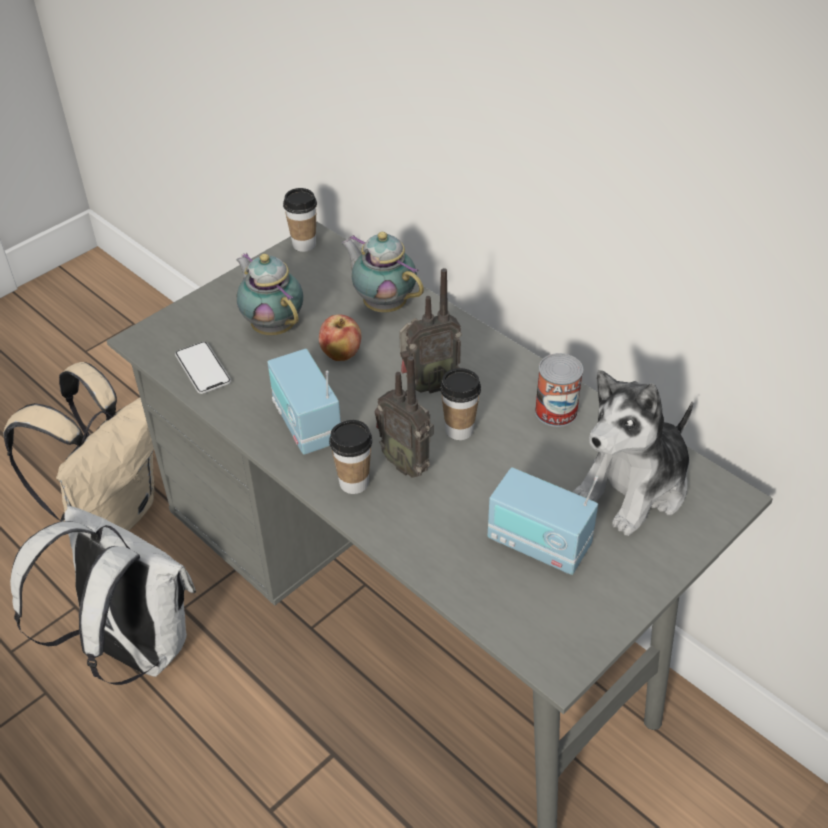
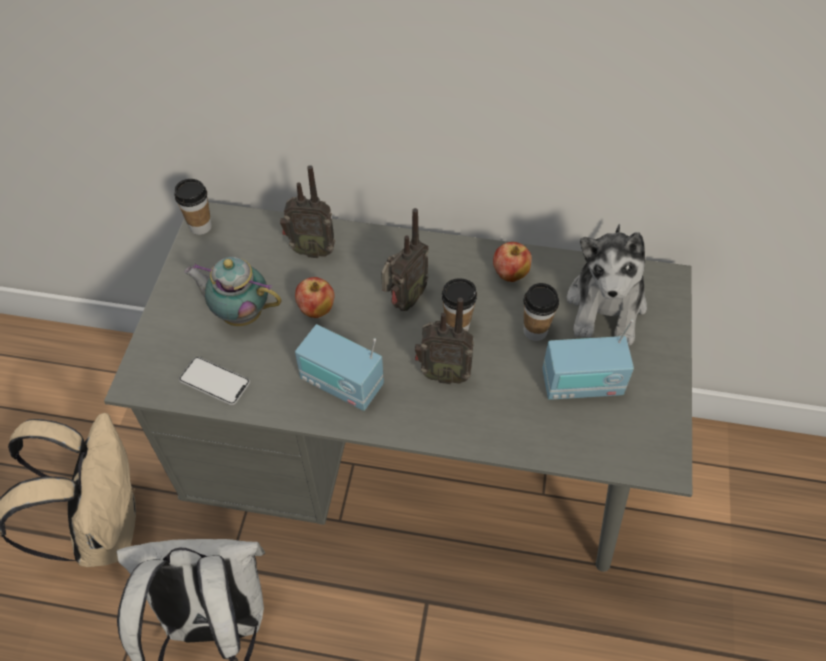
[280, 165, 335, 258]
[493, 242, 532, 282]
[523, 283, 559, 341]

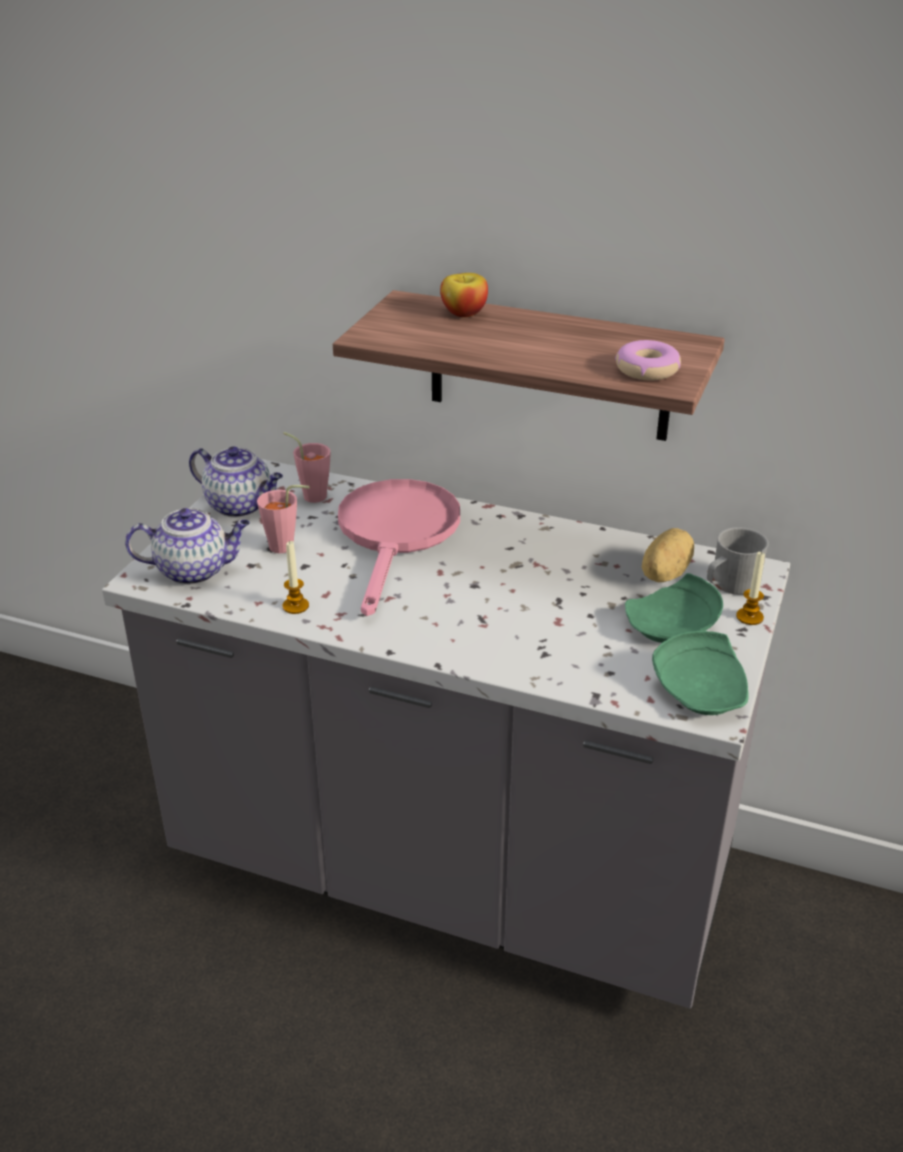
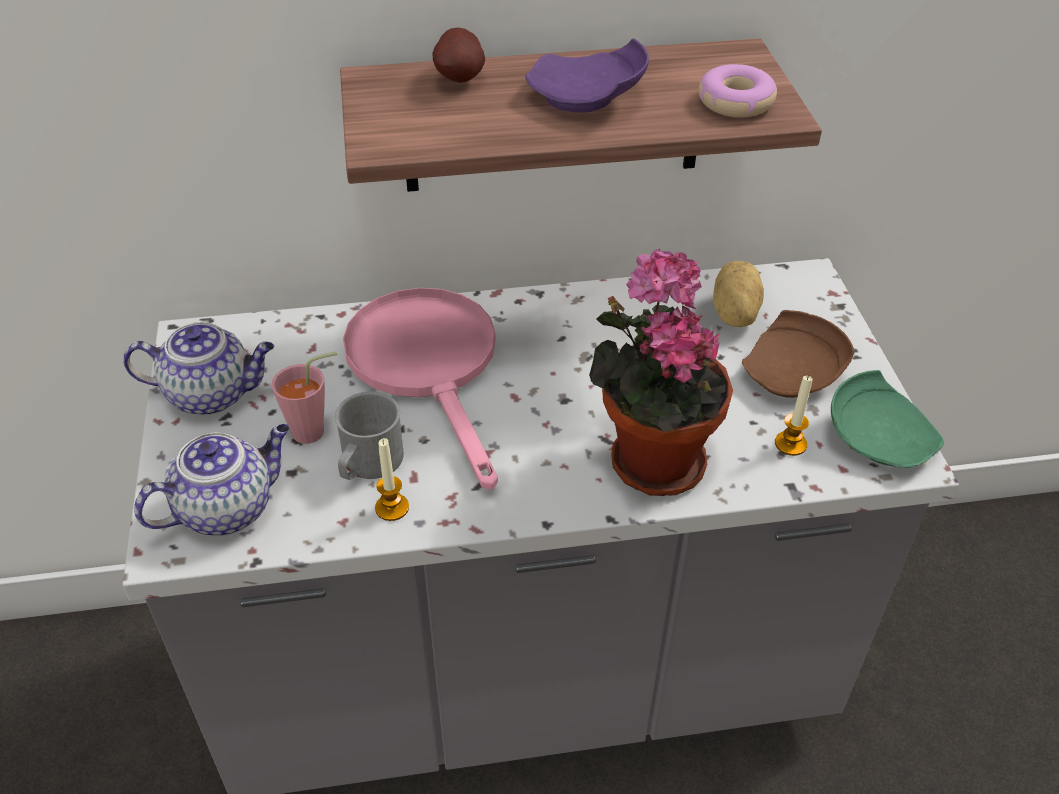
[335, 391, 404, 480]
[433, 27, 485, 83]
[525, 38, 649, 112]
[589, 248, 733, 496]
[742, 310, 854, 398]
[775, 375, 813, 456]
[283, 432, 331, 503] (first image)

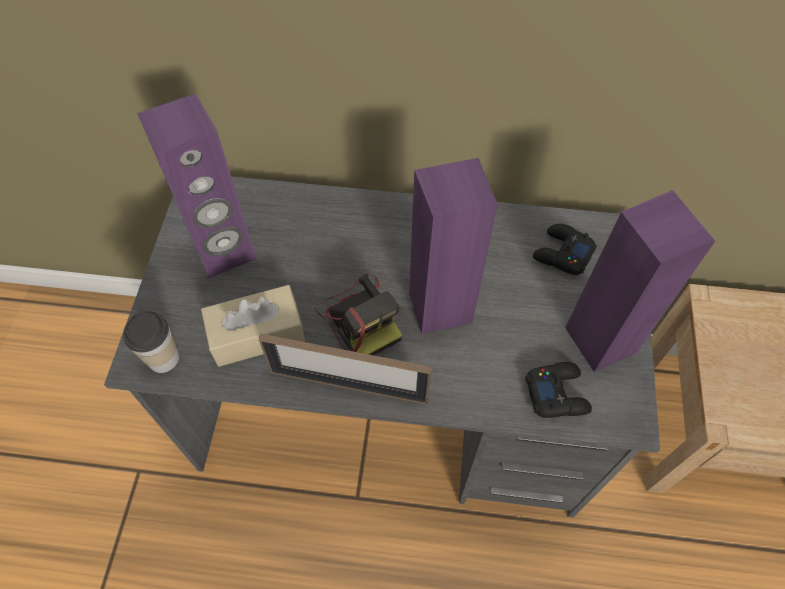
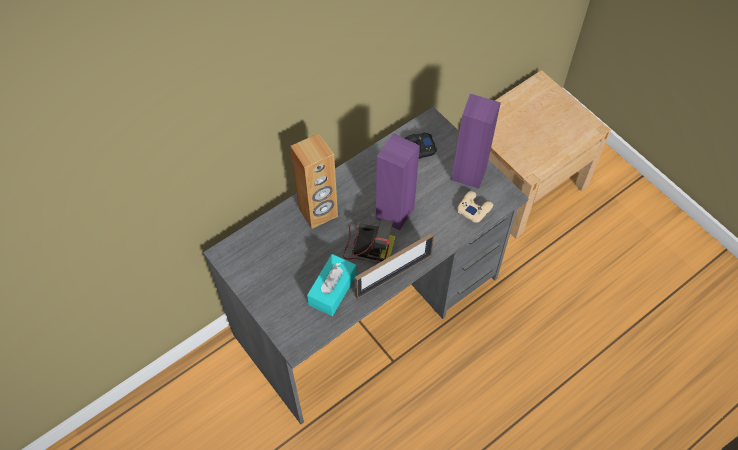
[290, 133, 338, 229]
[307, 254, 356, 316]
[457, 191, 493, 223]
[123, 311, 179, 373] (first image)
[137, 93, 257, 278] (first image)

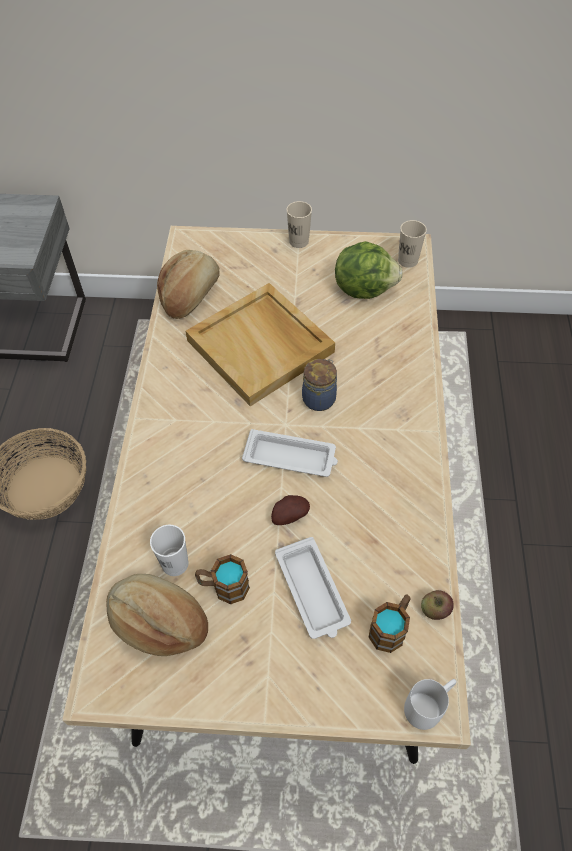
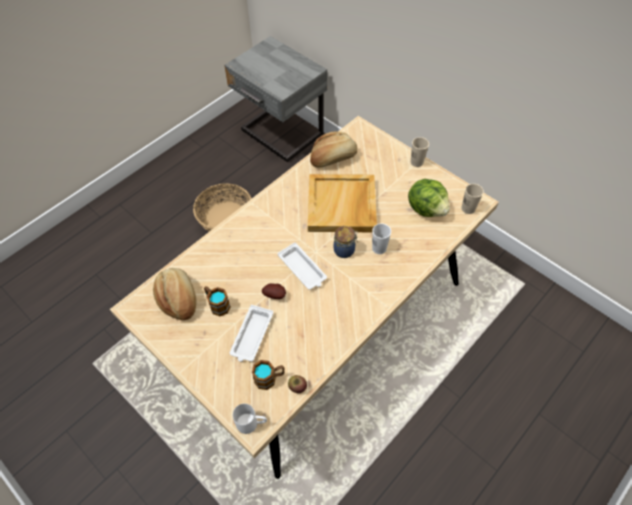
[372, 223, 391, 254]

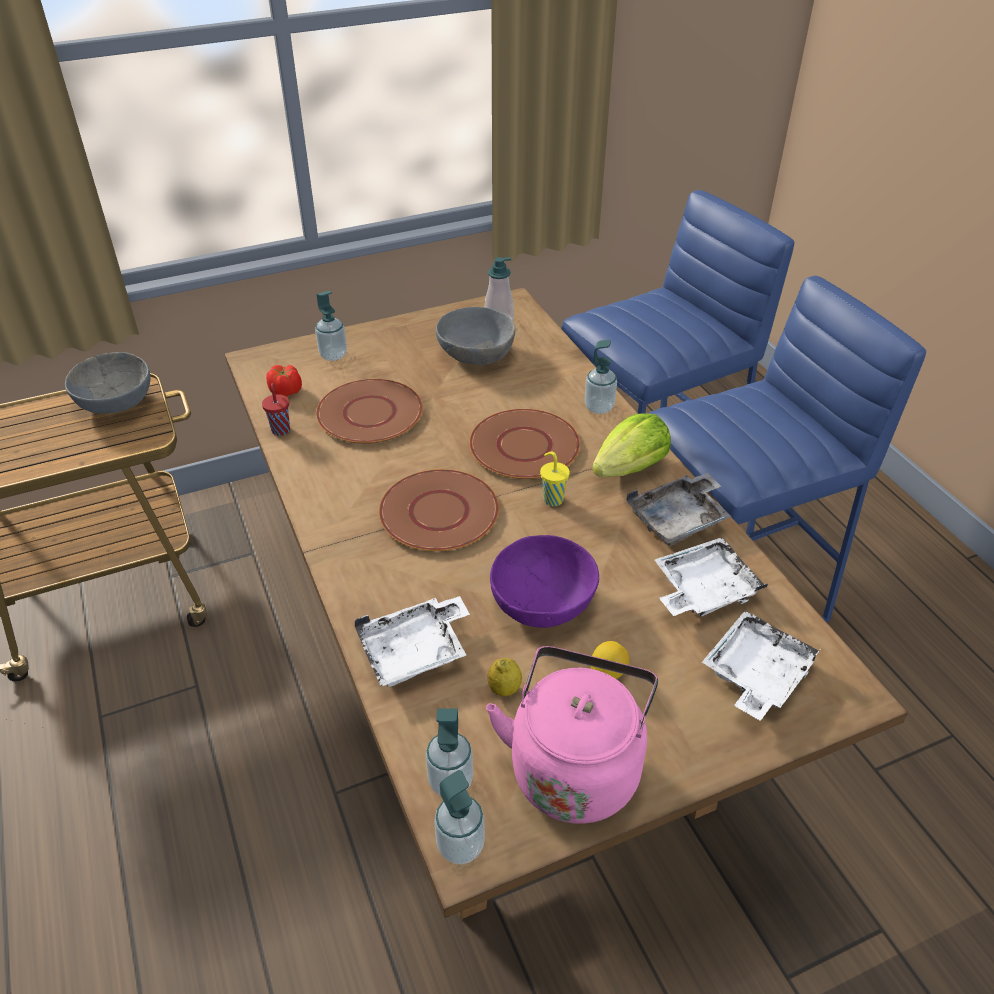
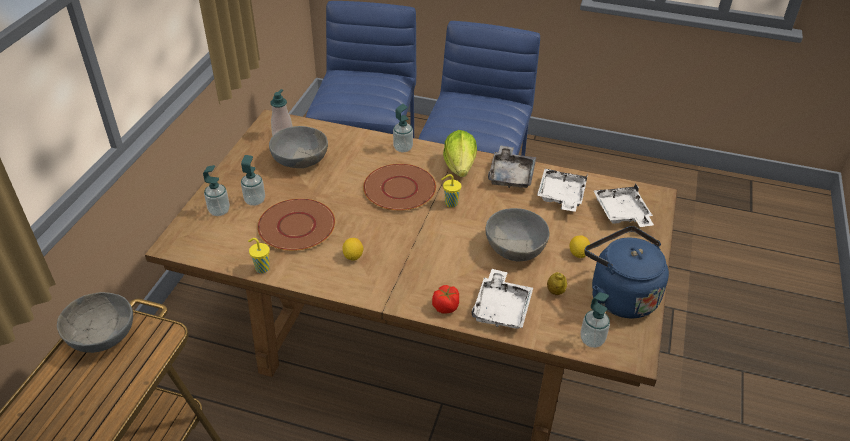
[241, 155, 265, 206]
[248, 238, 270, 273]
[343, 238, 363, 261]
[432, 285, 459, 314]
[486, 208, 549, 261]
[585, 226, 669, 318]
[379, 469, 499, 551] (first image)

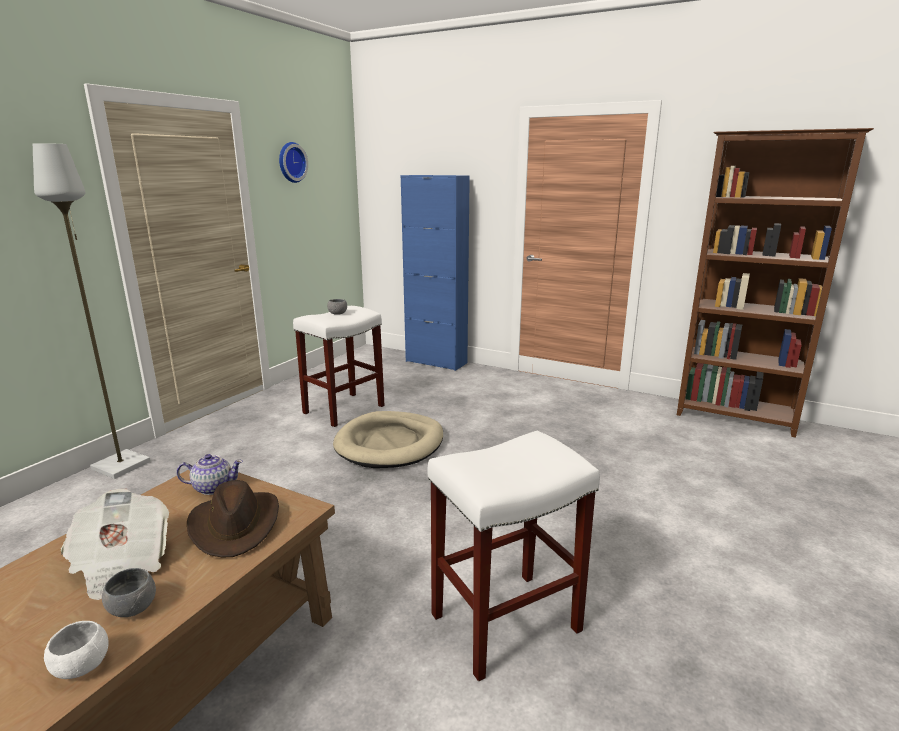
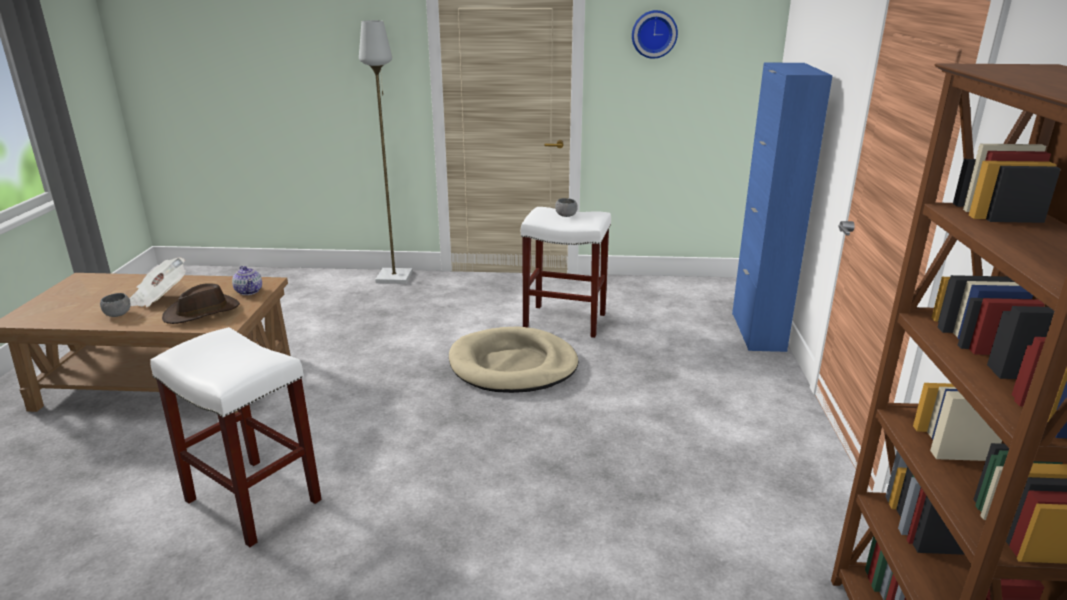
[44, 621, 109, 679] (first image)

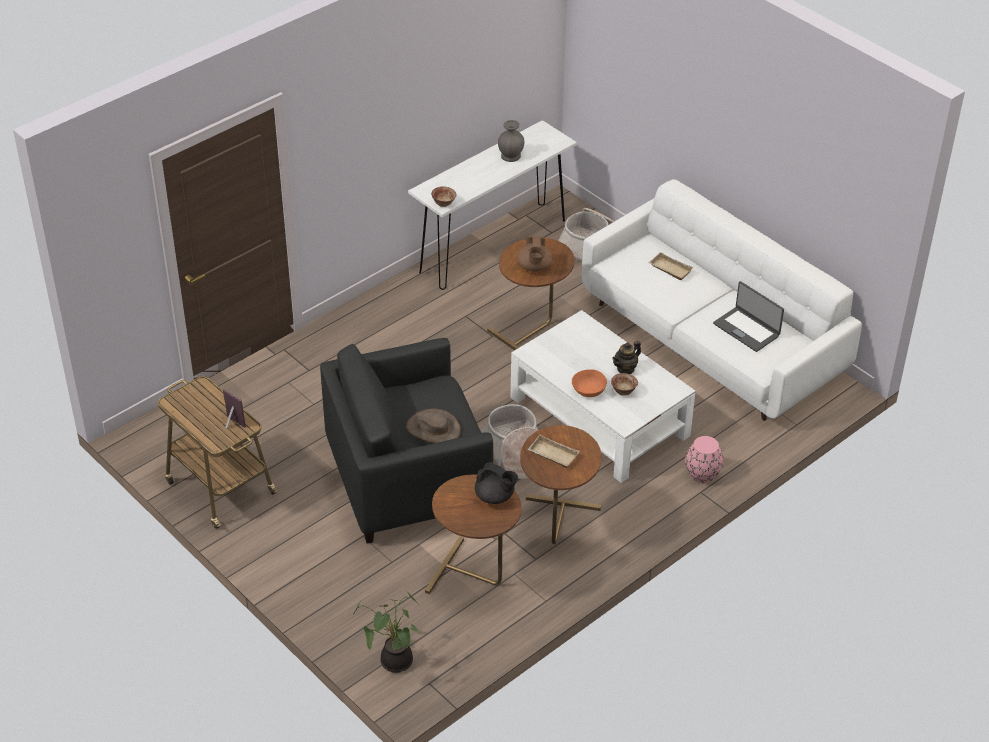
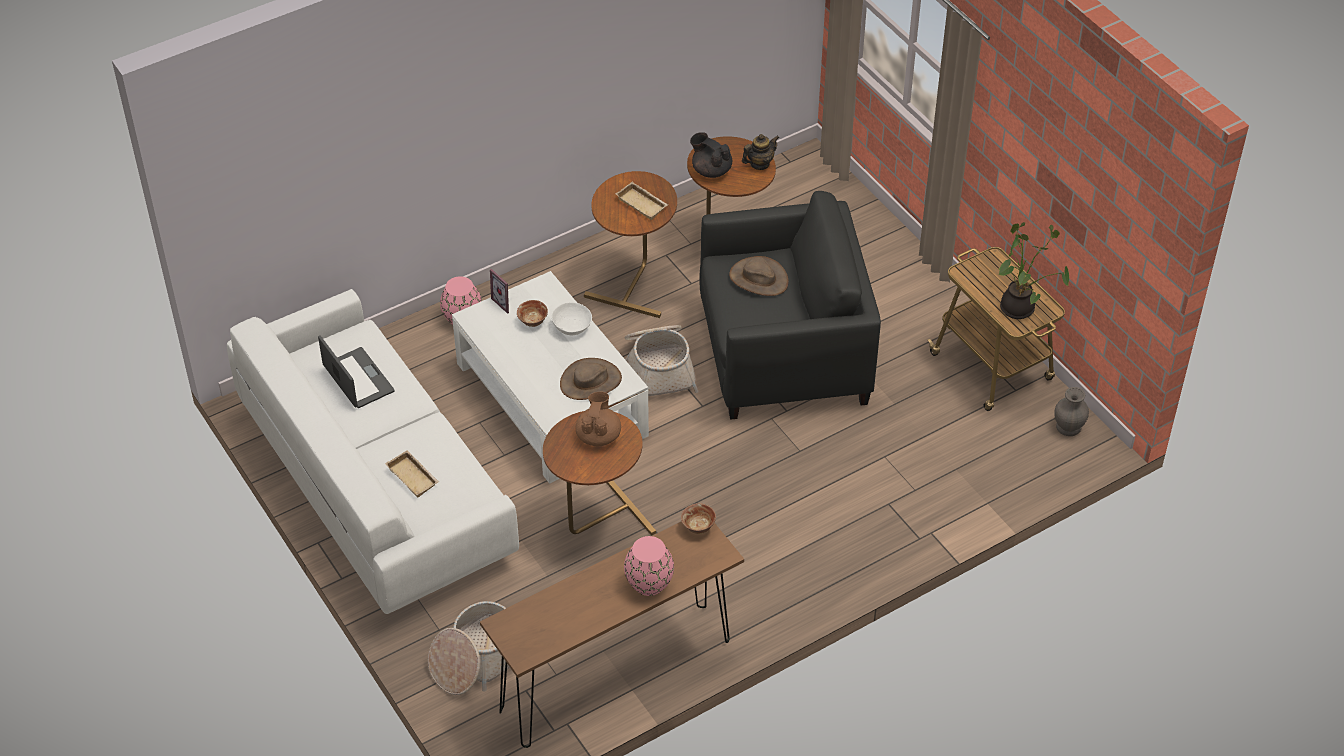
[480, 521, 744, 748]
[490, 269, 509, 314]
[552, 302, 592, 335]
[560, 358, 622, 400]
[624, 536, 674, 596]
[742, 134, 779, 170]
[998, 222, 1069, 319]
[1054, 387, 1089, 436]

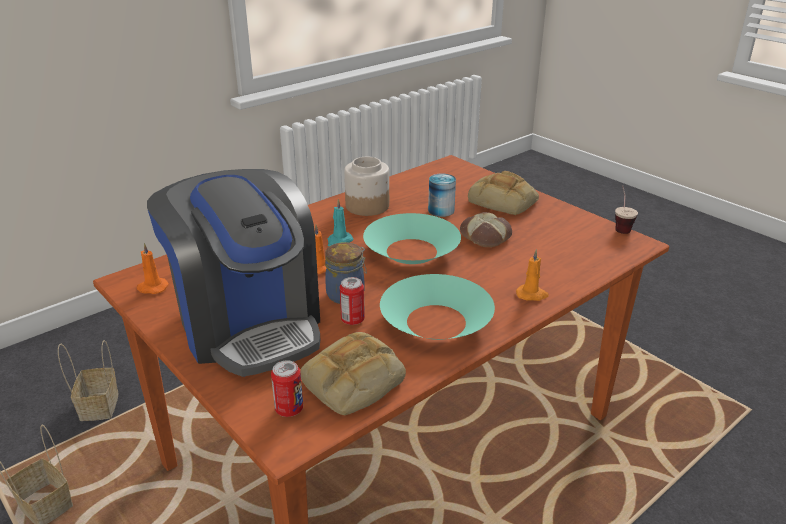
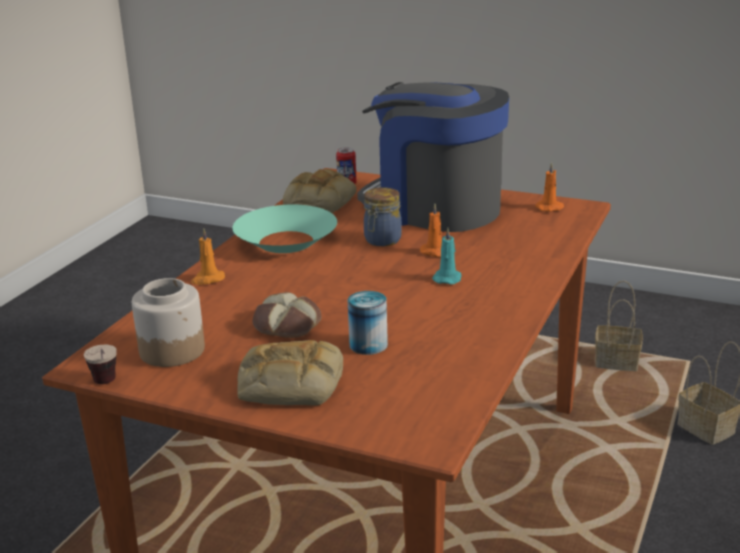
[132, 278, 205, 367]
[340, 277, 365, 325] (first image)
[363, 213, 461, 264] (first image)

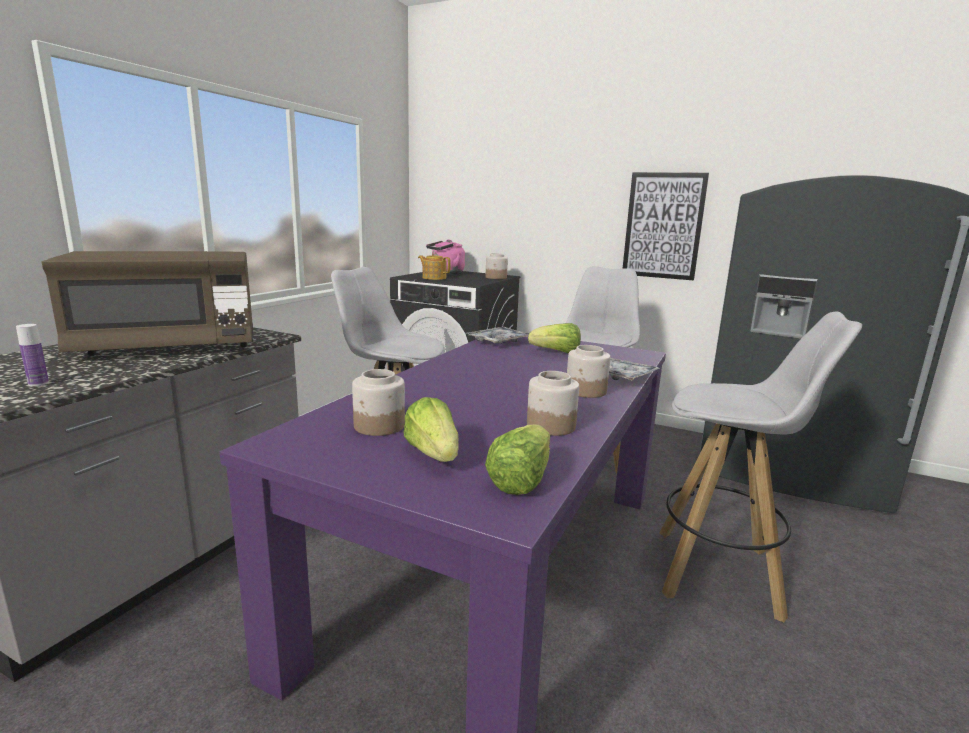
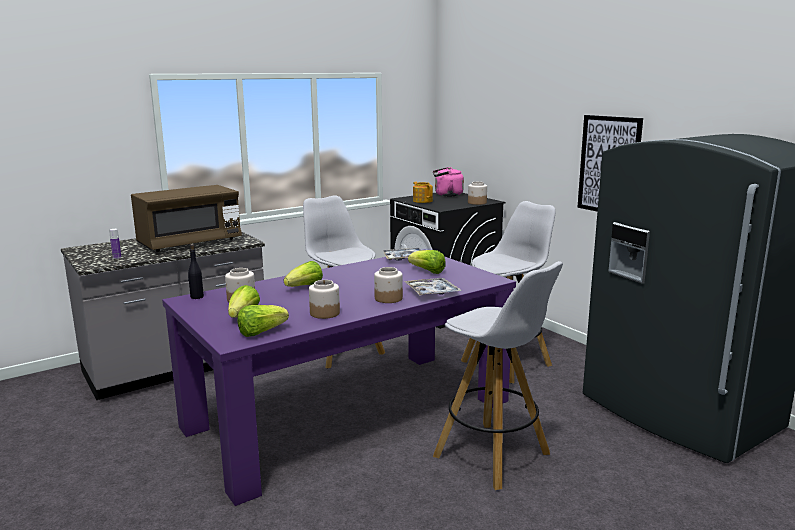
[131, 185, 242, 252]
[188, 244, 204, 299]
[284, 261, 323, 287]

